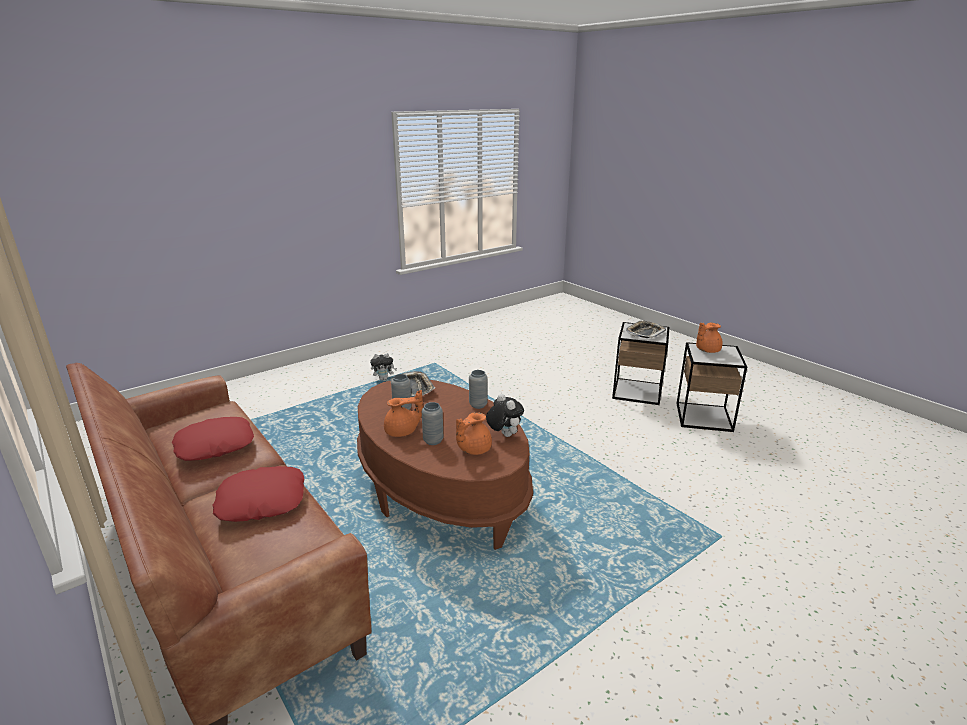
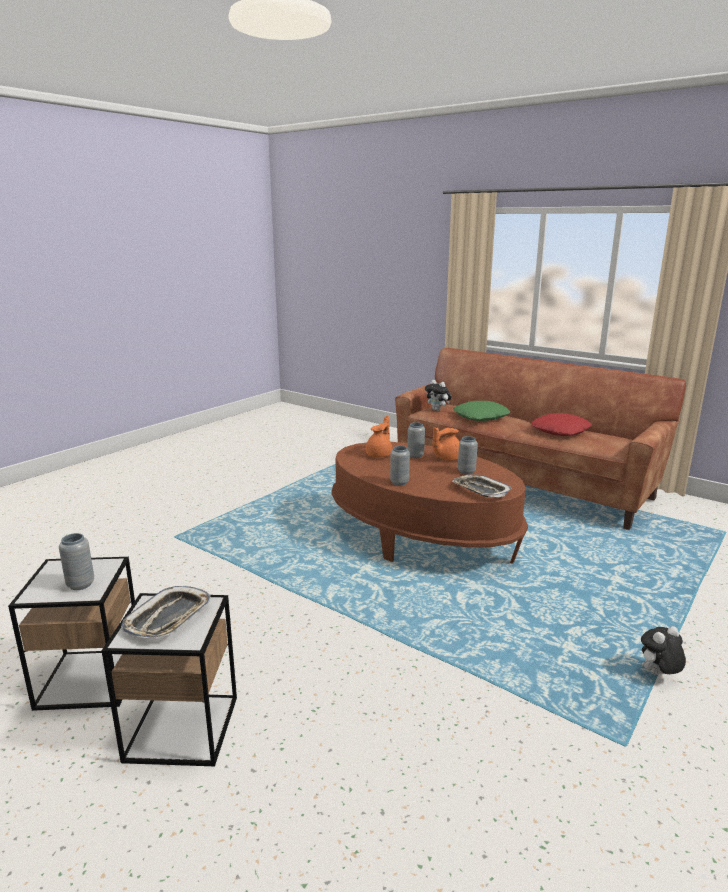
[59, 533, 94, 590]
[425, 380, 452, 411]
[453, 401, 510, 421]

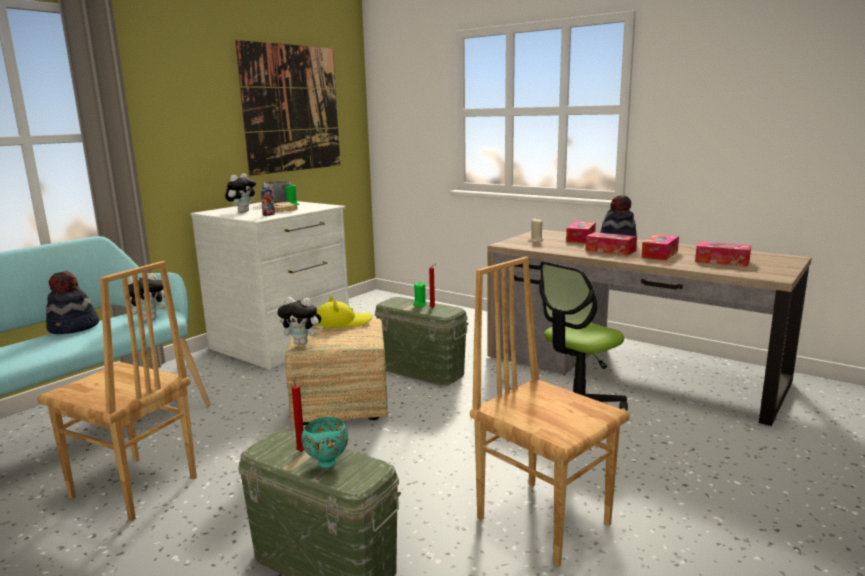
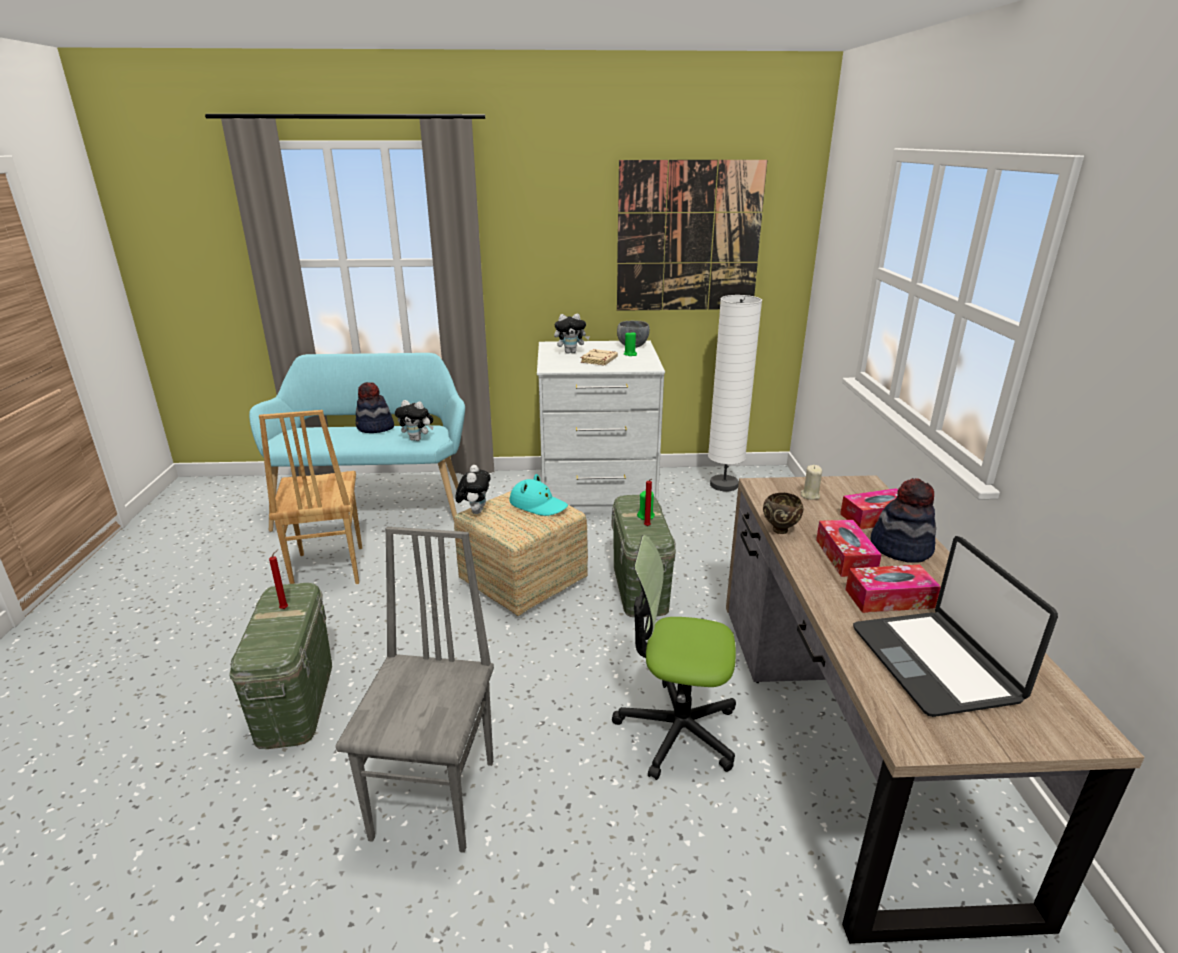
[335, 527, 494, 853]
[456, 465, 491, 514]
[510, 474, 568, 516]
[708, 295, 762, 491]
[763, 493, 803, 534]
[853, 536, 1058, 717]
[261, 183, 275, 216] (first image)
[301, 417, 348, 468] (first image)

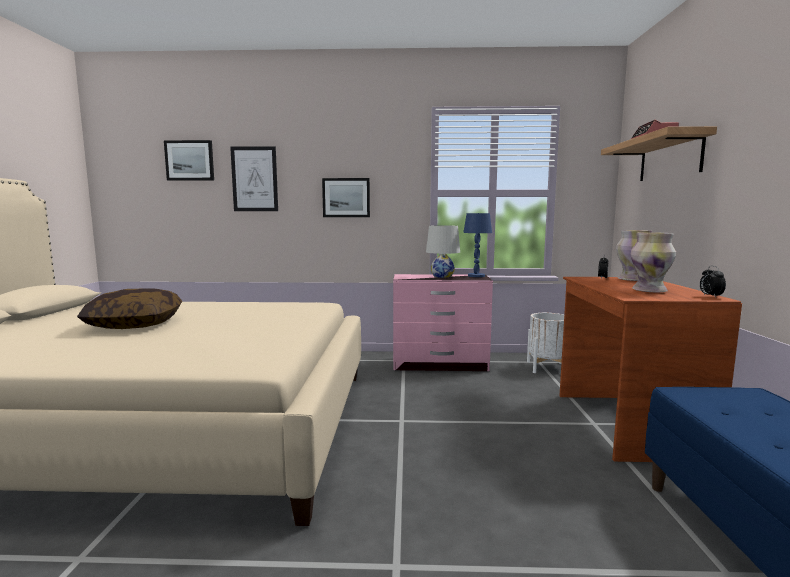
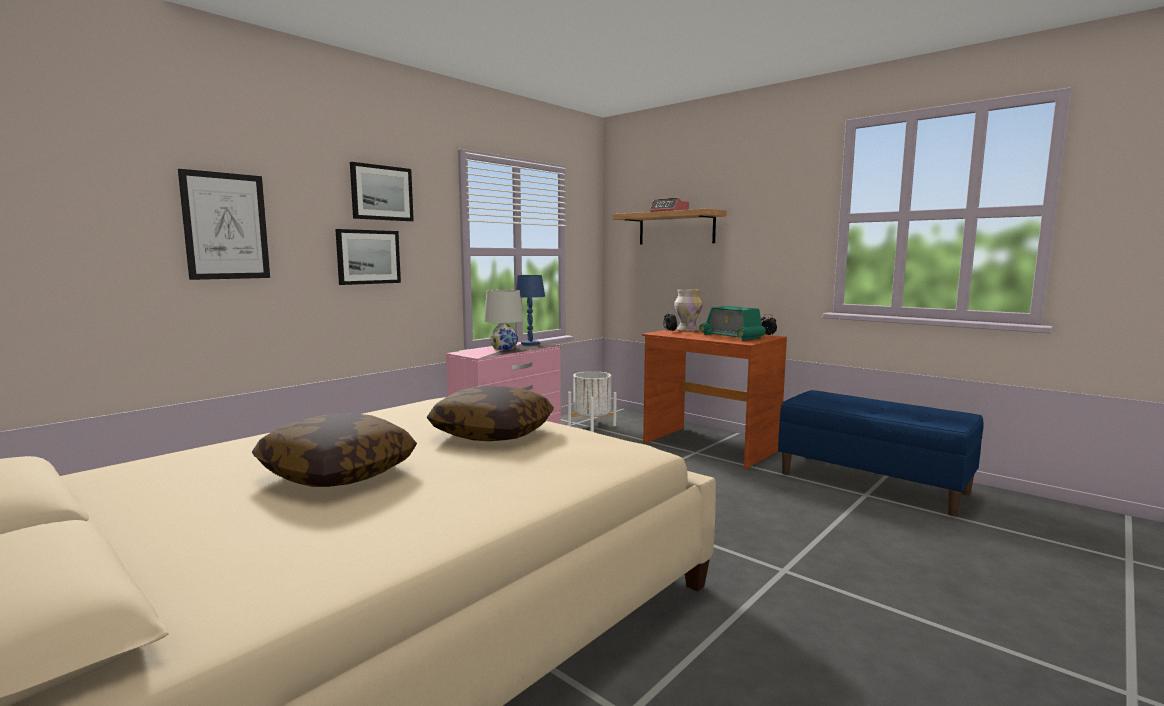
[350, 162, 414, 221]
[427, 386, 554, 441]
[699, 306, 766, 340]

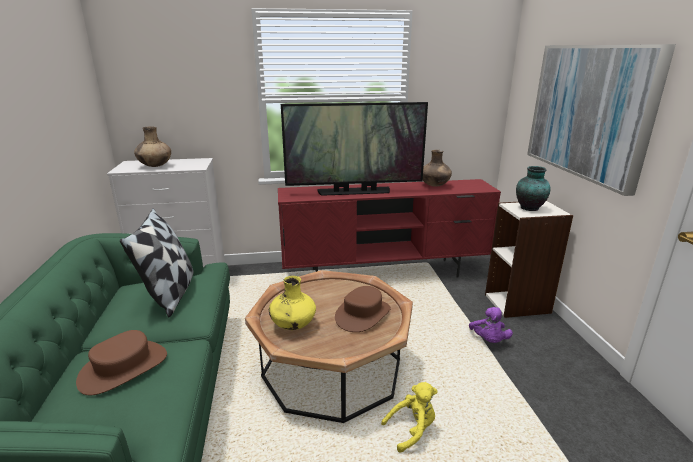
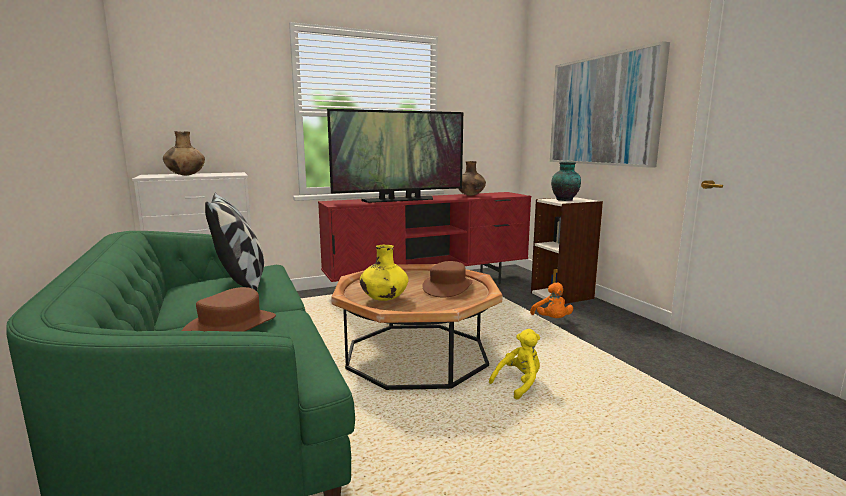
[530, 283, 573, 318]

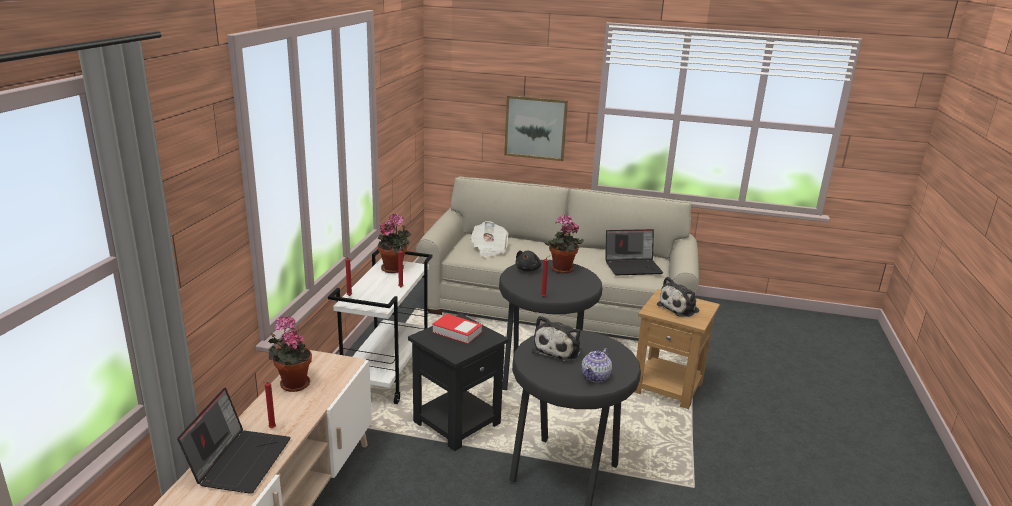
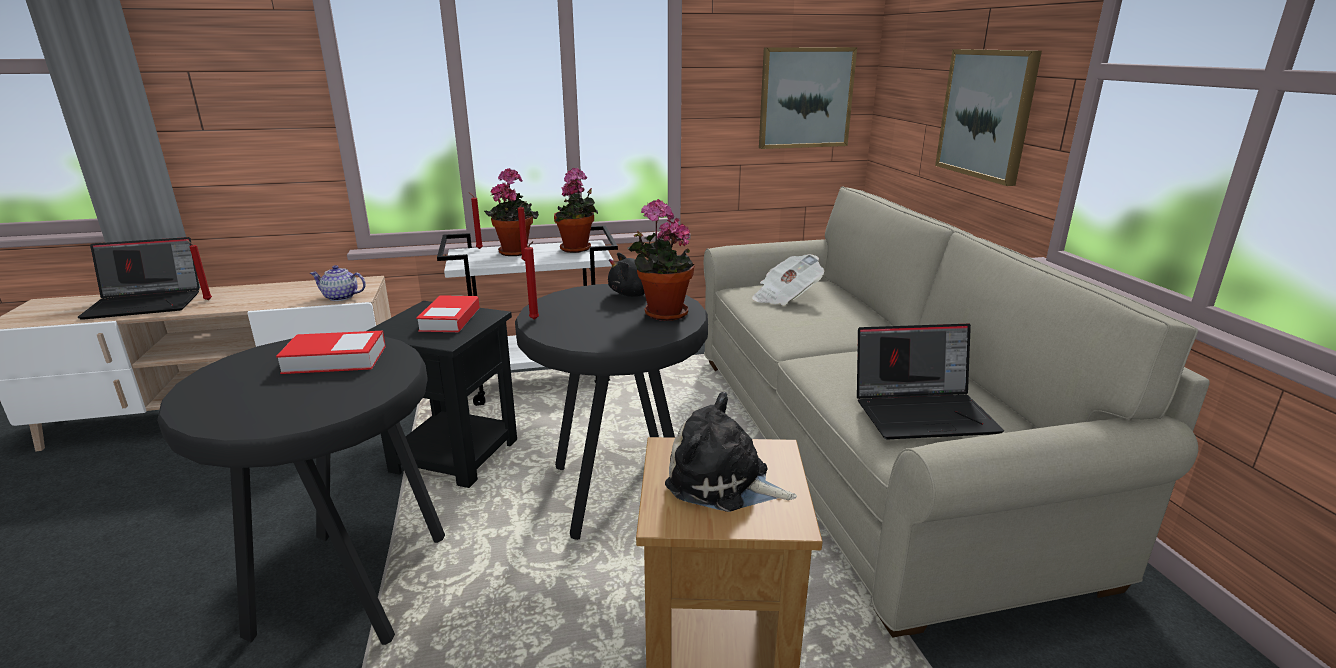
[276, 331, 386, 374]
[310, 265, 366, 301]
[484, 168, 539, 256]
[759, 47, 857, 149]
[857, 324, 1004, 439]

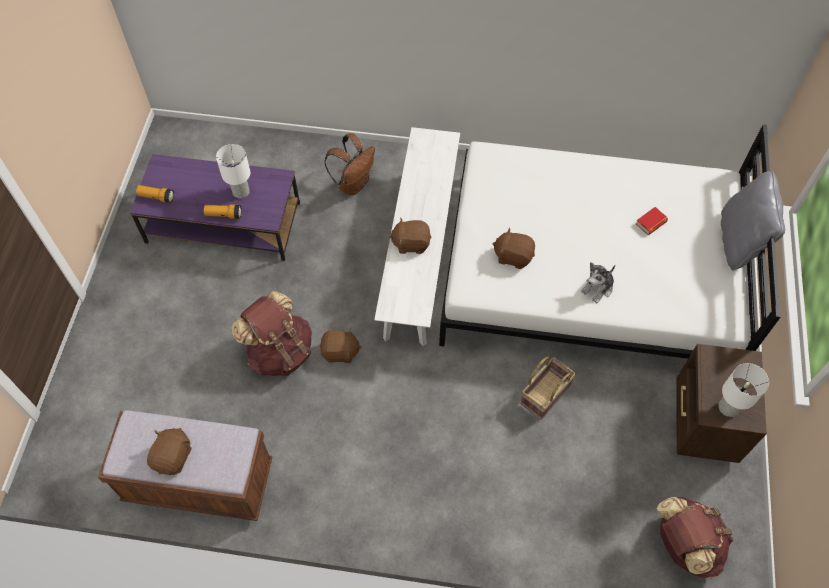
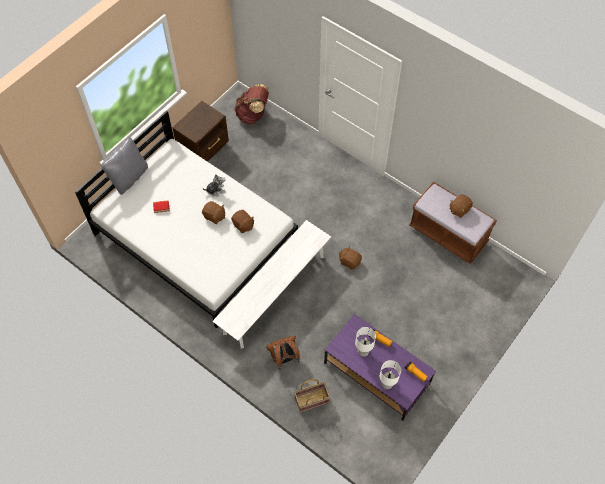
[202, 201, 225, 224]
[294, 379, 330, 412]
[379, 360, 401, 389]
[231, 291, 312, 376] (first image)

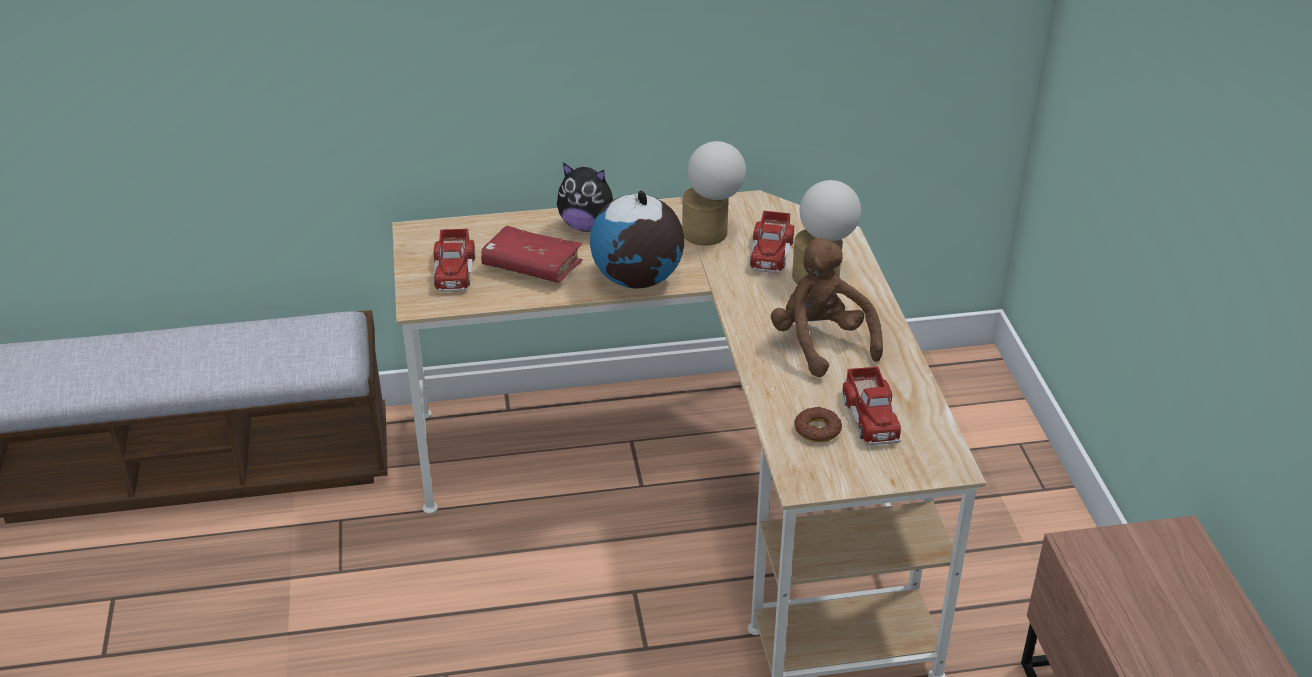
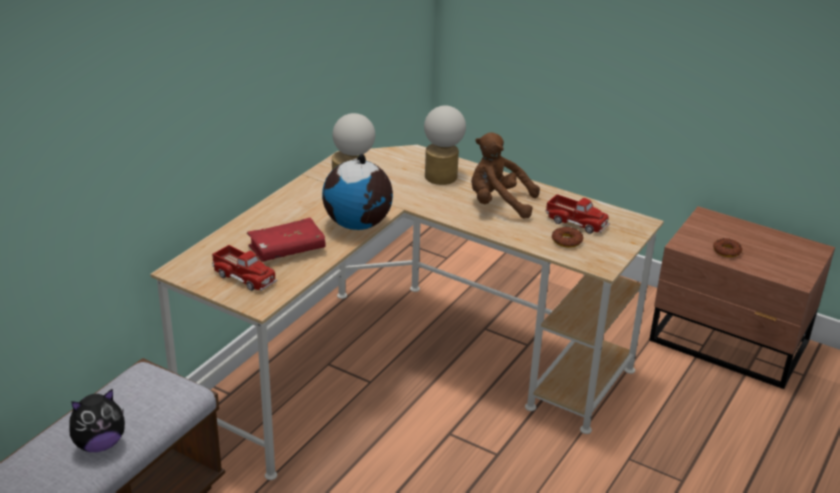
[70, 388, 125, 452]
[713, 238, 742, 257]
[750, 211, 794, 273] (first image)

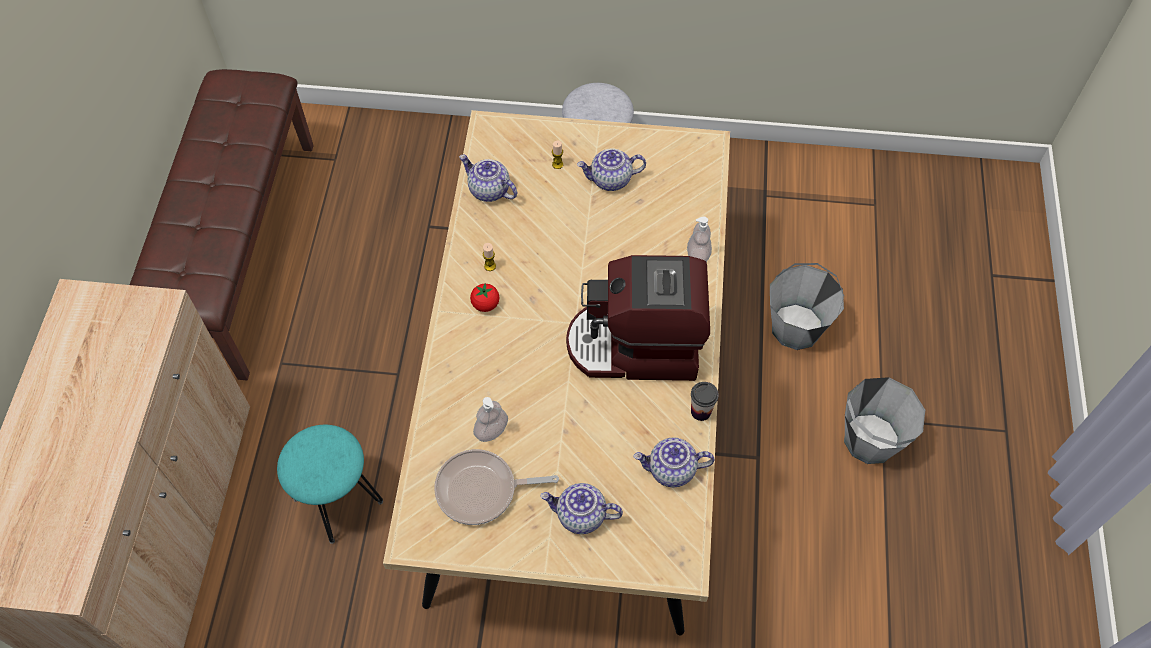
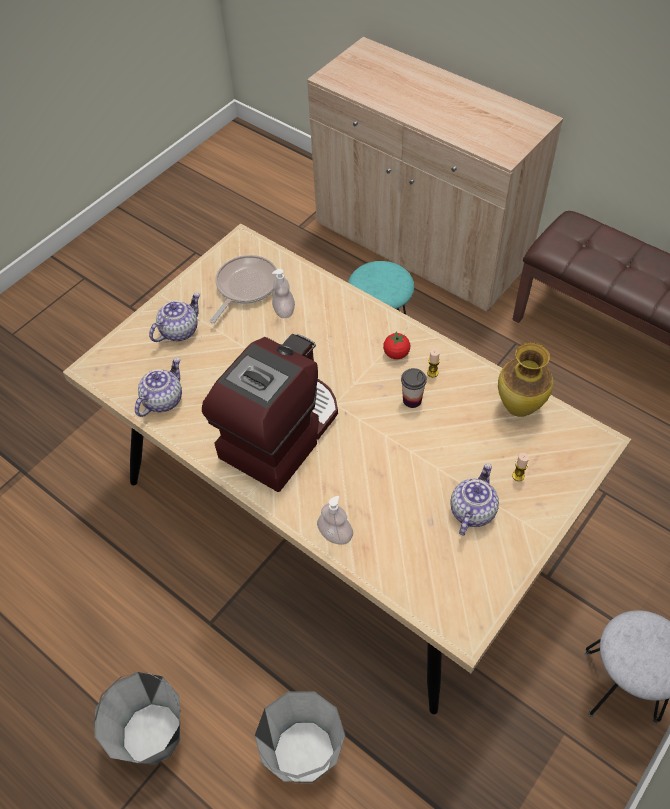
[401, 368, 427, 408]
[498, 342, 553, 417]

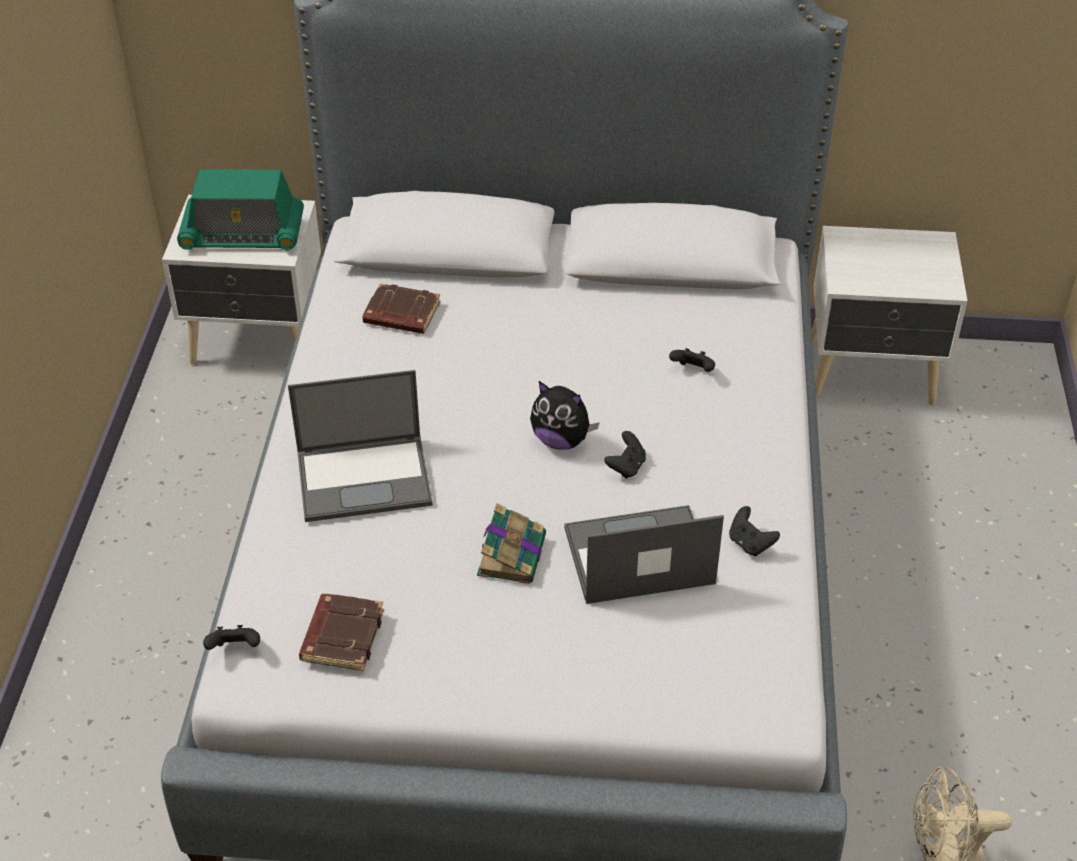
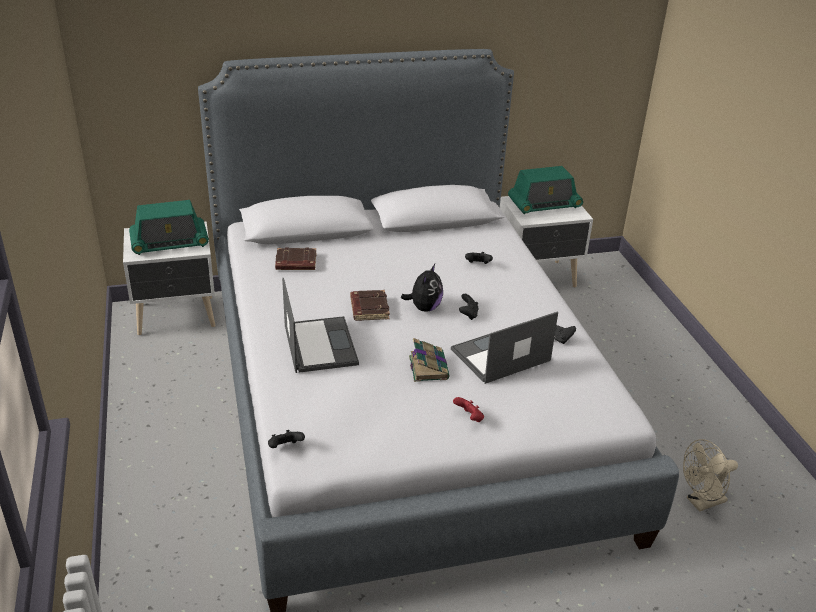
[282, 278, 359, 373]
[350, 290, 390, 321]
[401, 264, 443, 312]
[453, 397, 484, 422]
[508, 166, 583, 214]

